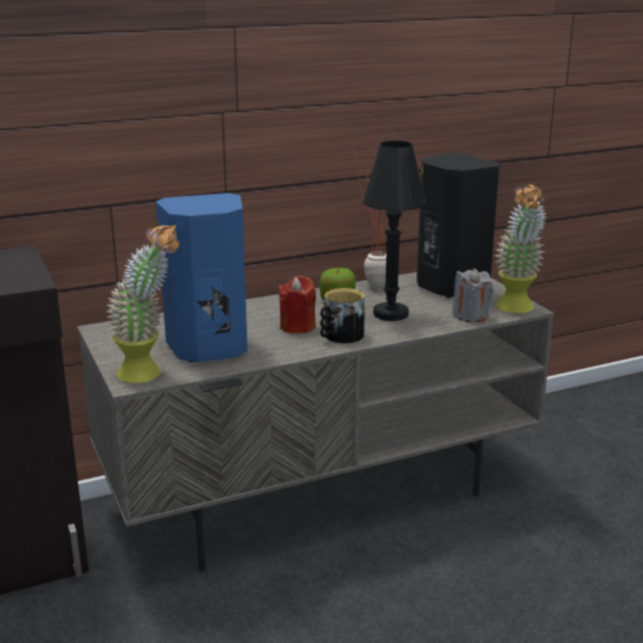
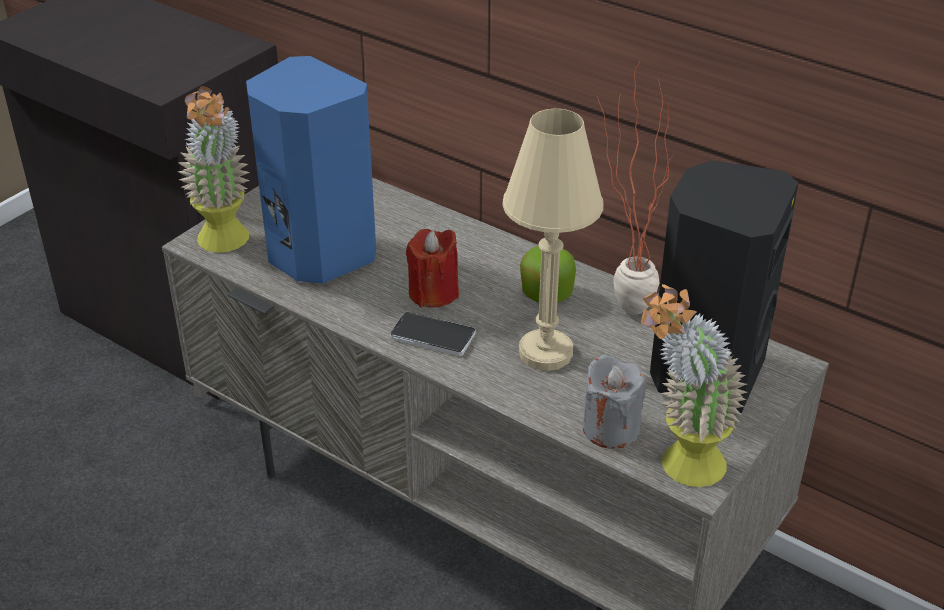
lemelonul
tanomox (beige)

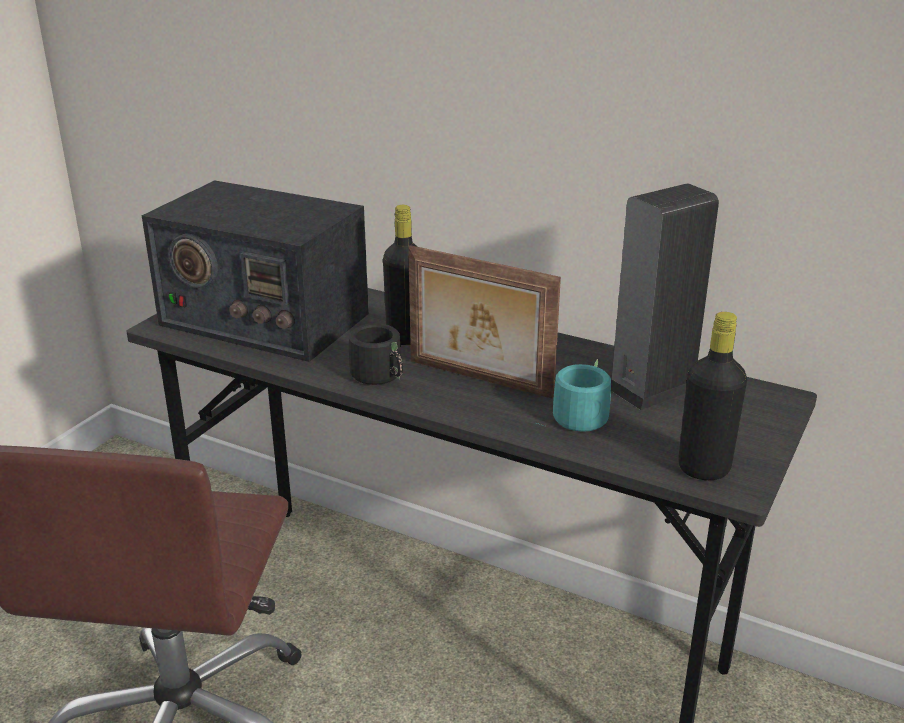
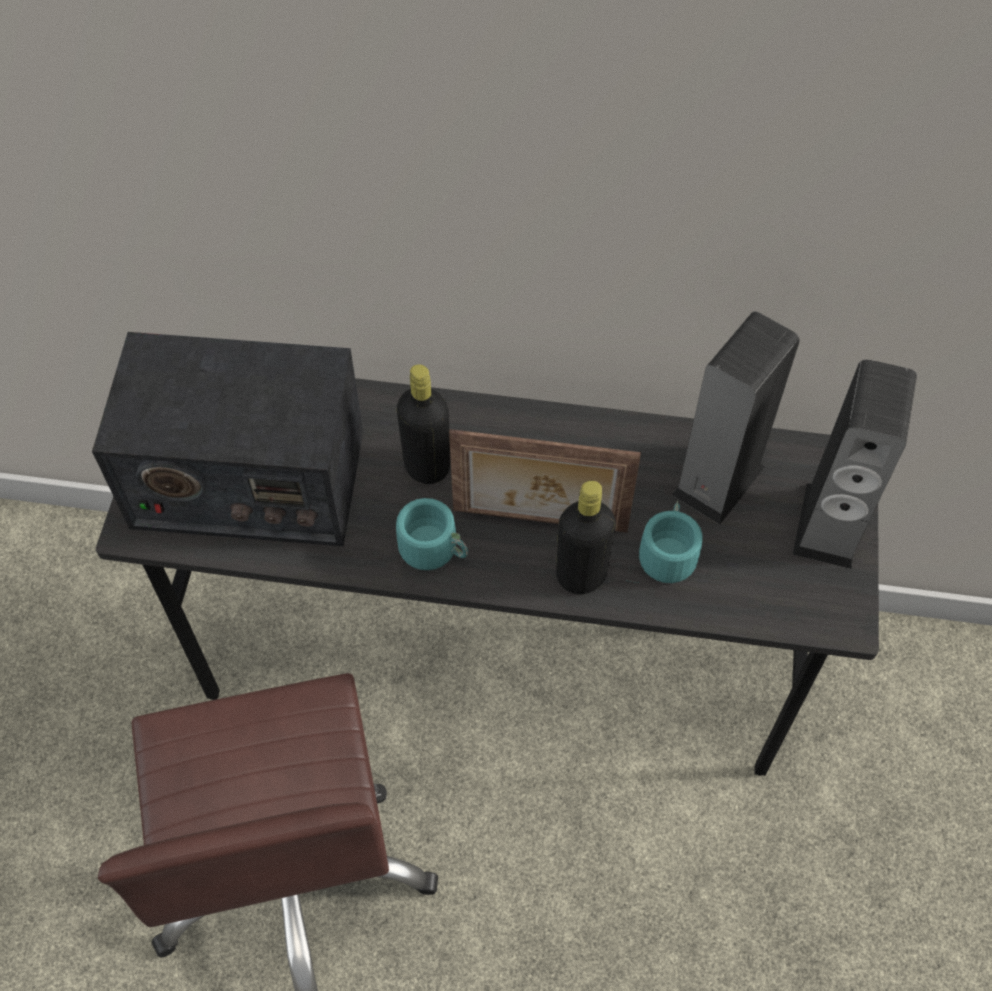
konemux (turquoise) (no. 1 from left)
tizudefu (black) (no. 2 from left)
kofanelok (no. 2 from left)

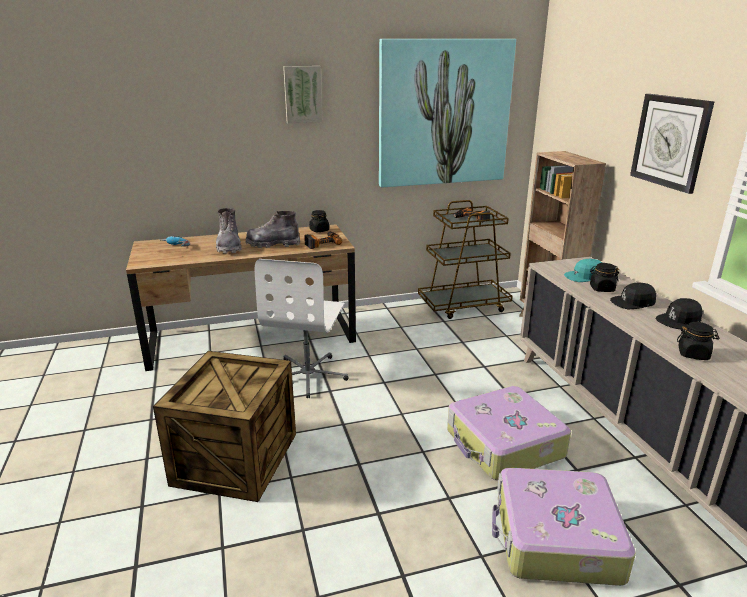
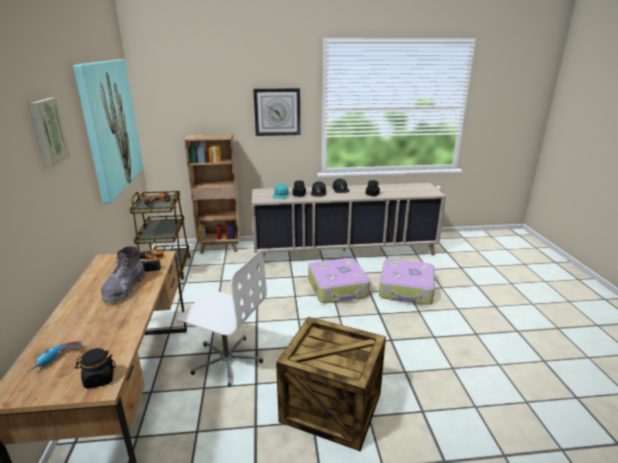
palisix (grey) (no. 1 from left in the first image)
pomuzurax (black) (no. 1 from left)

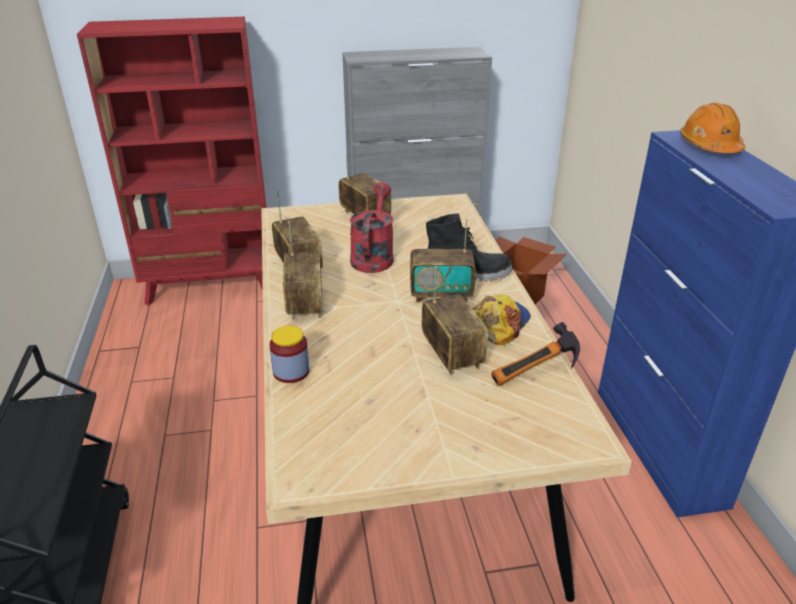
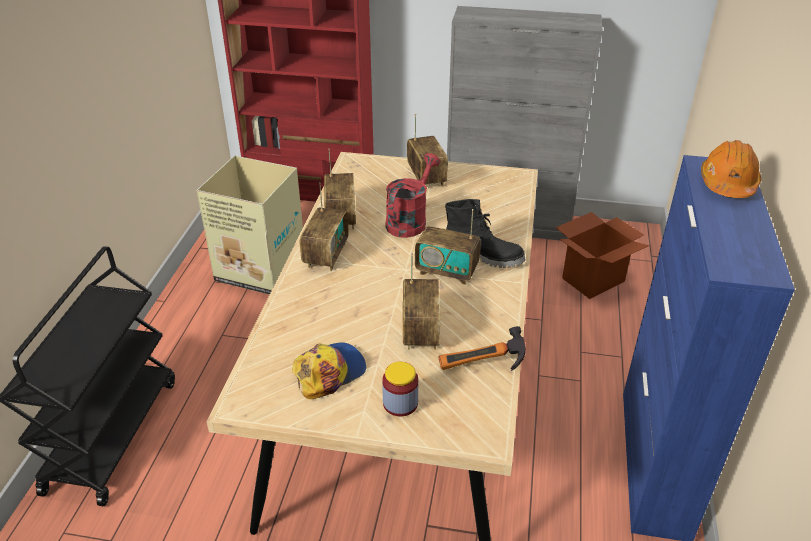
pomuzurax
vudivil
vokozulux (no. 1 from left)

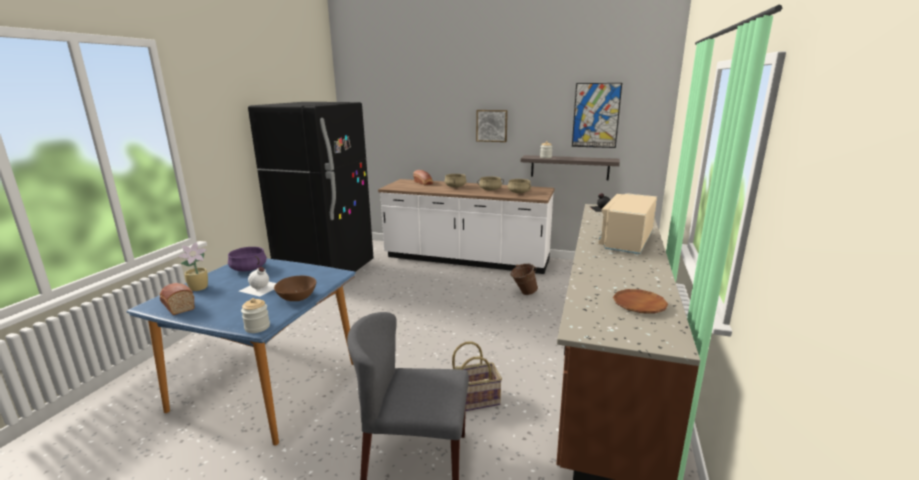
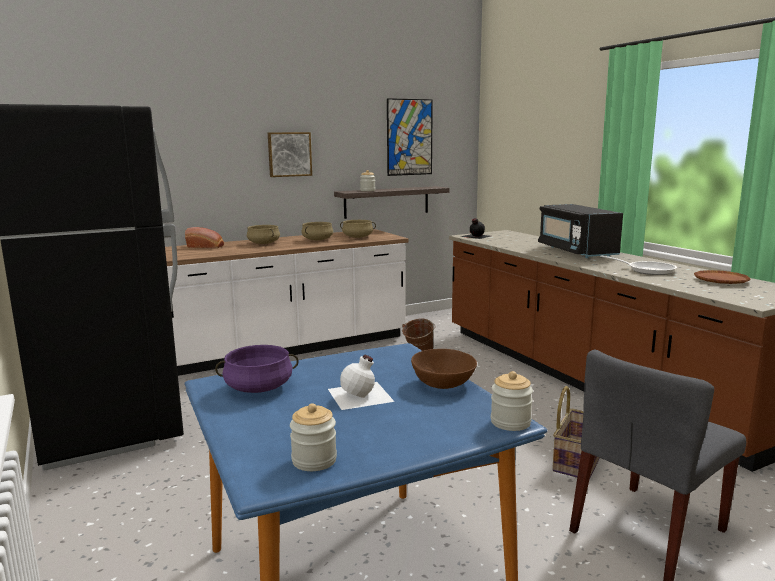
pomuzurax (no. 1 from left)
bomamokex
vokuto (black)
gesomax

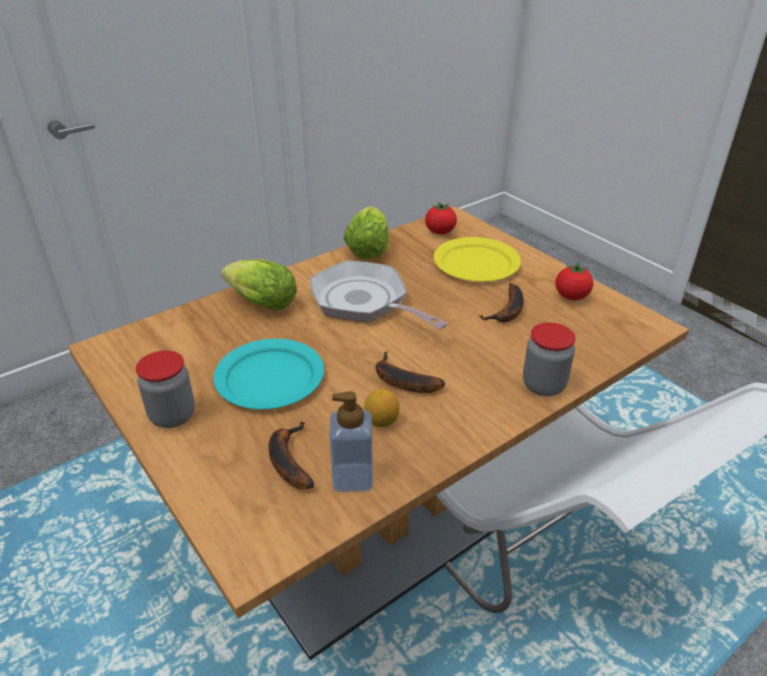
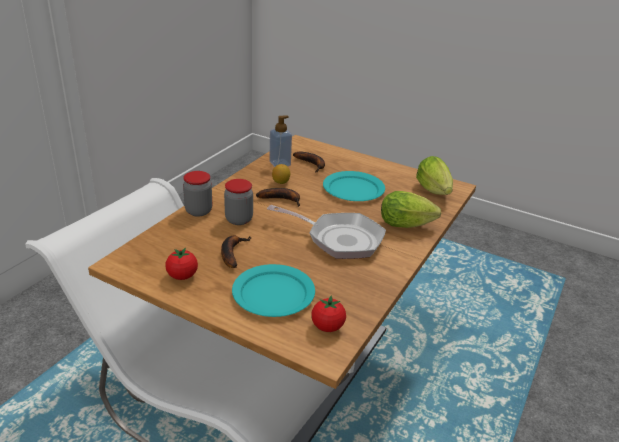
pomuzurax (no. 2 from left)
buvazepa (no. 2 from left)
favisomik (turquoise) (no. 1 from left)

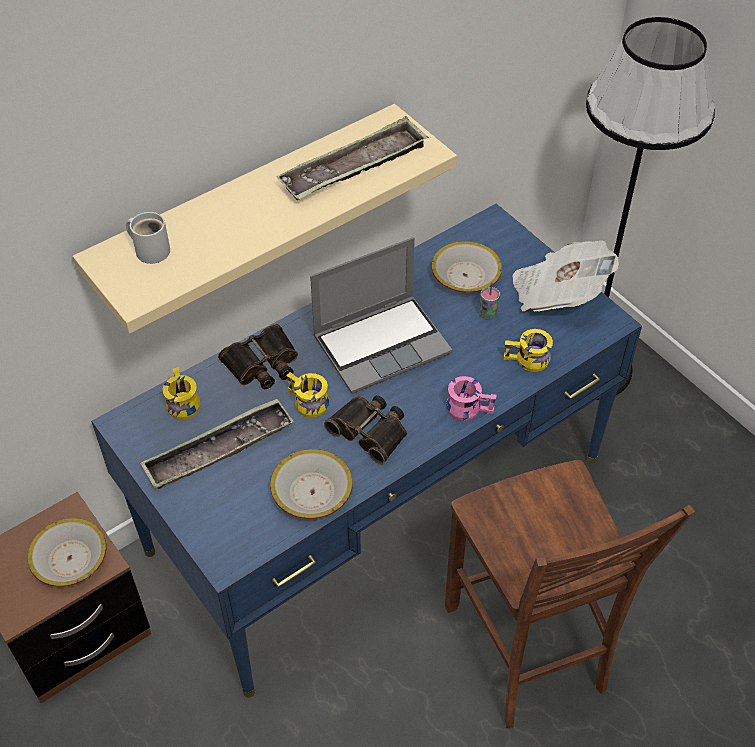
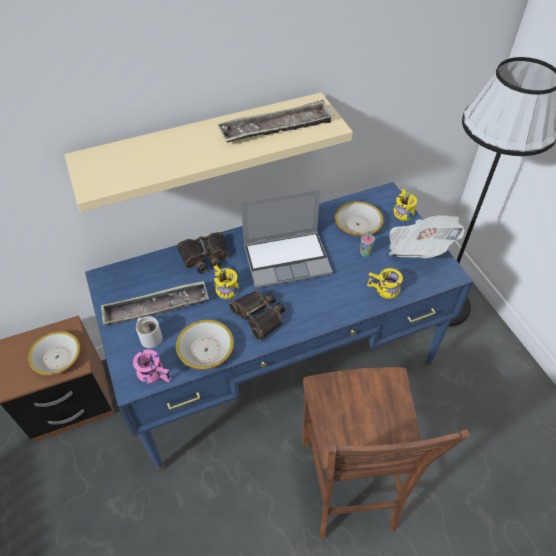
konemux (white)
konemux (yellow) (no. 3 from left)
konemux (pink)

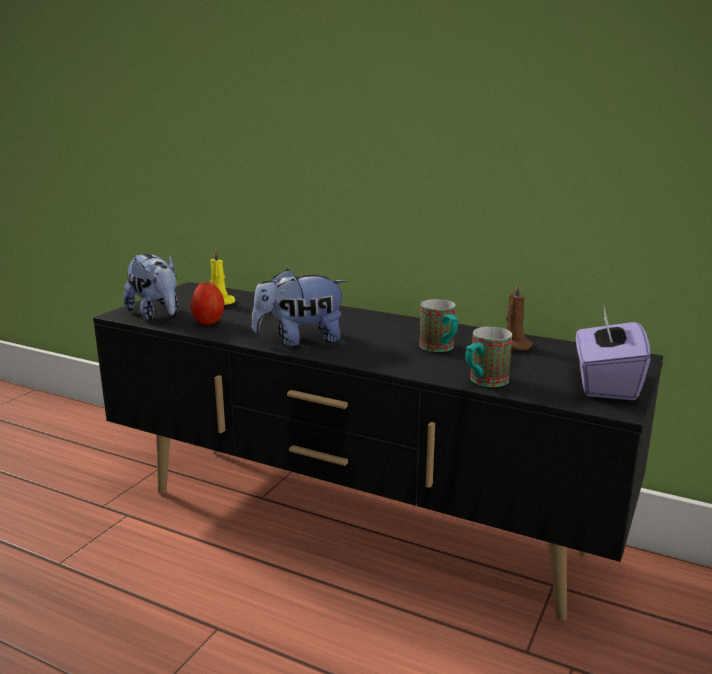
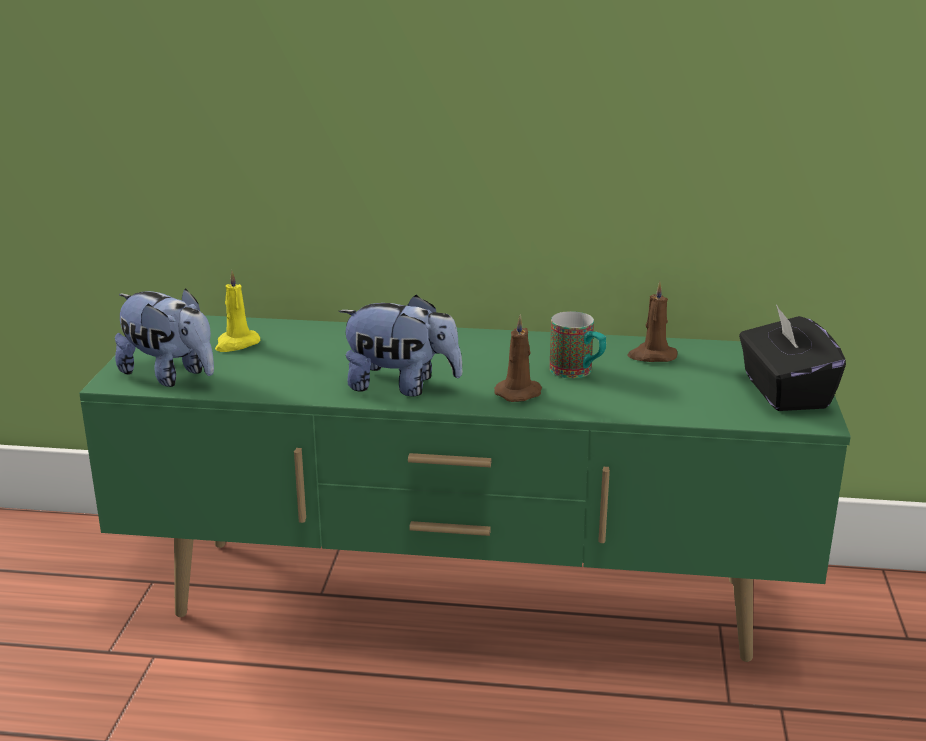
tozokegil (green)
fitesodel
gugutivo (no. 2 from left)
konemux (no. 2 from left in the first image)
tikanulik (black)
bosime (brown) (no. 1 from left)

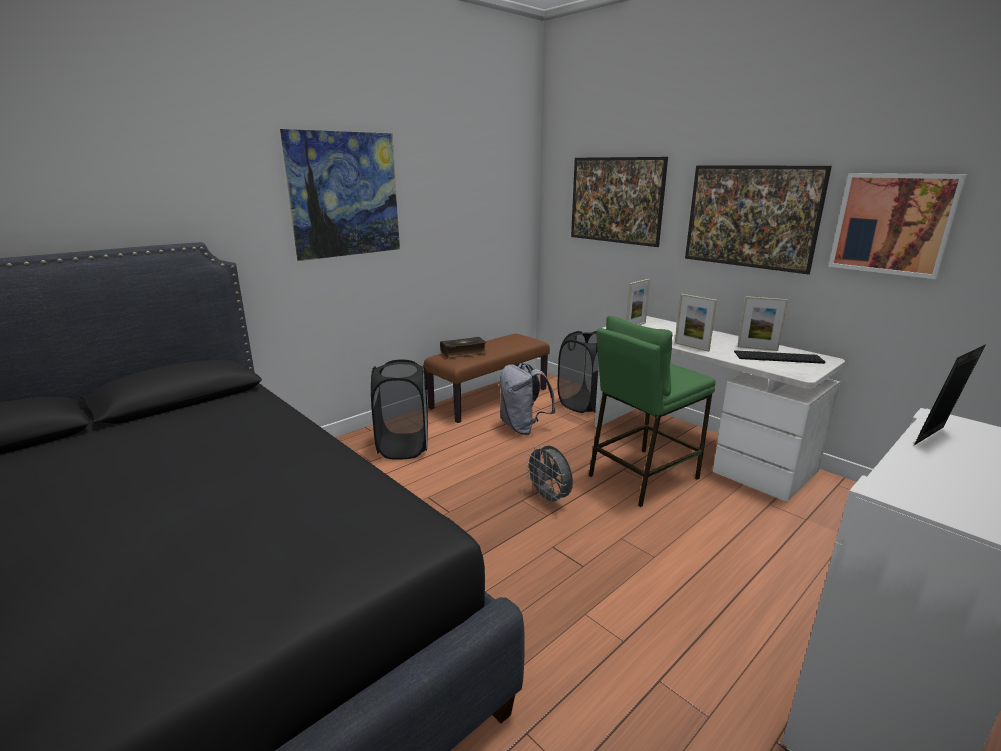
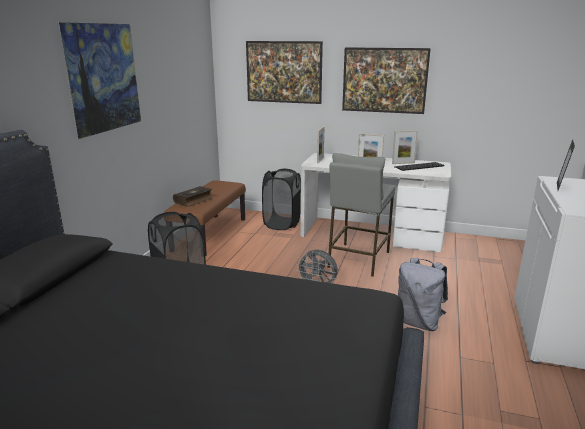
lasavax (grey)
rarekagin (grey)
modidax (no. 4 from left in the first image)

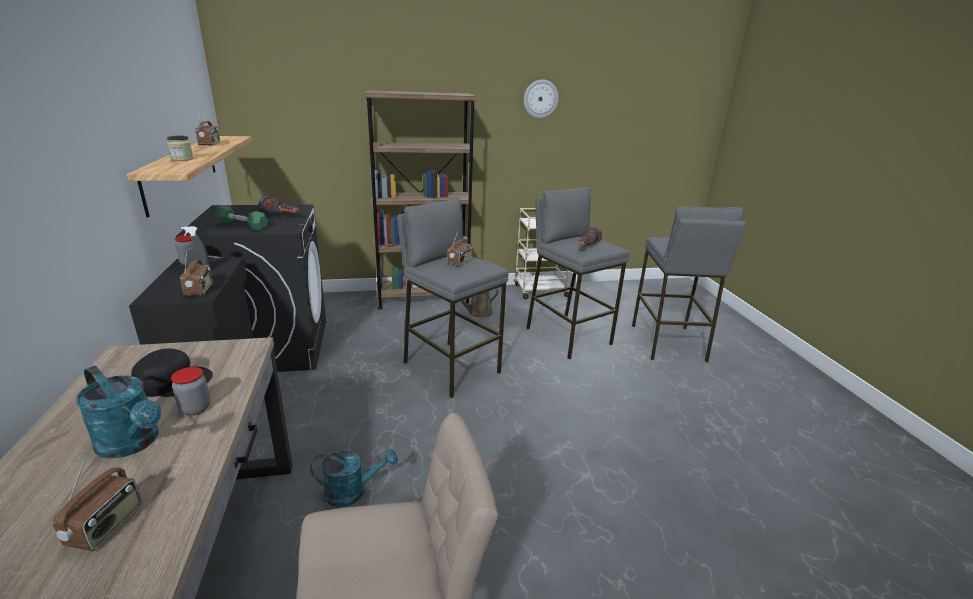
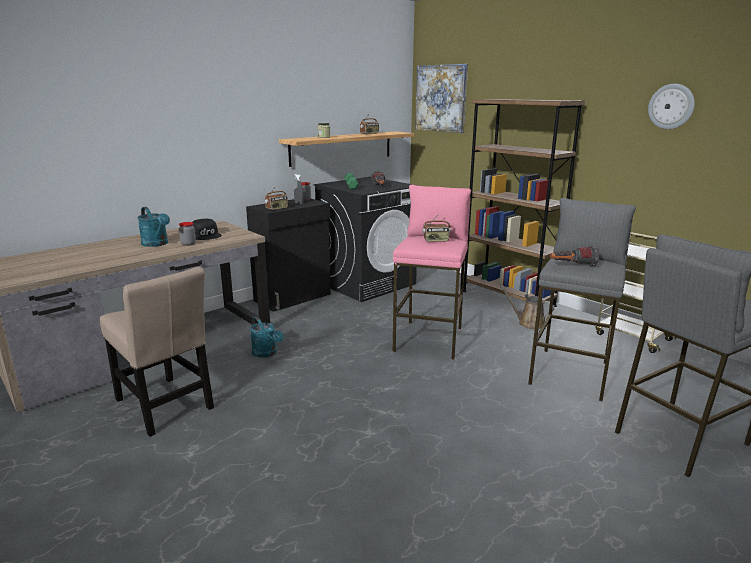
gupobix (no. 1 from left in the first image)
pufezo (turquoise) (no. 1 from left)
rarekagin (pink)
modidax

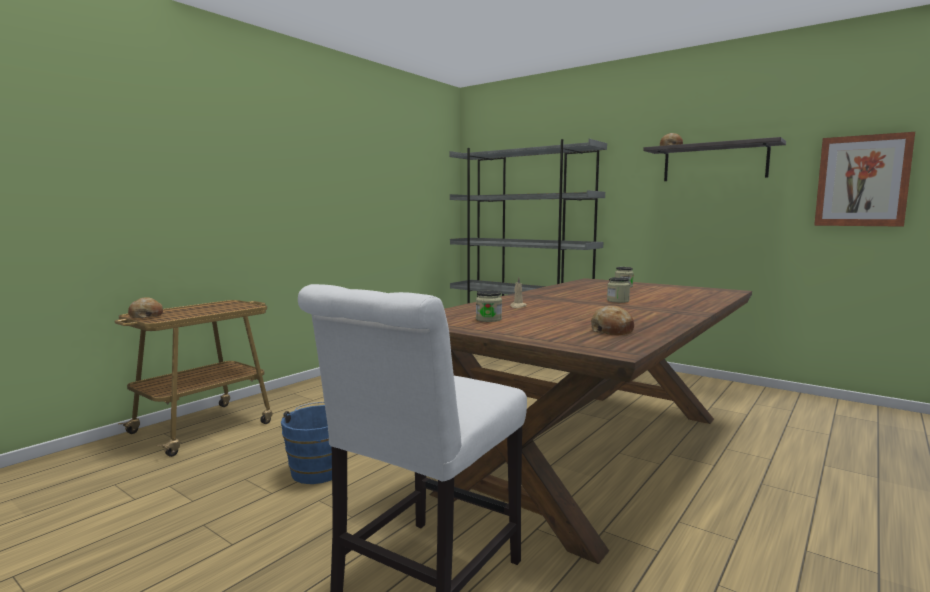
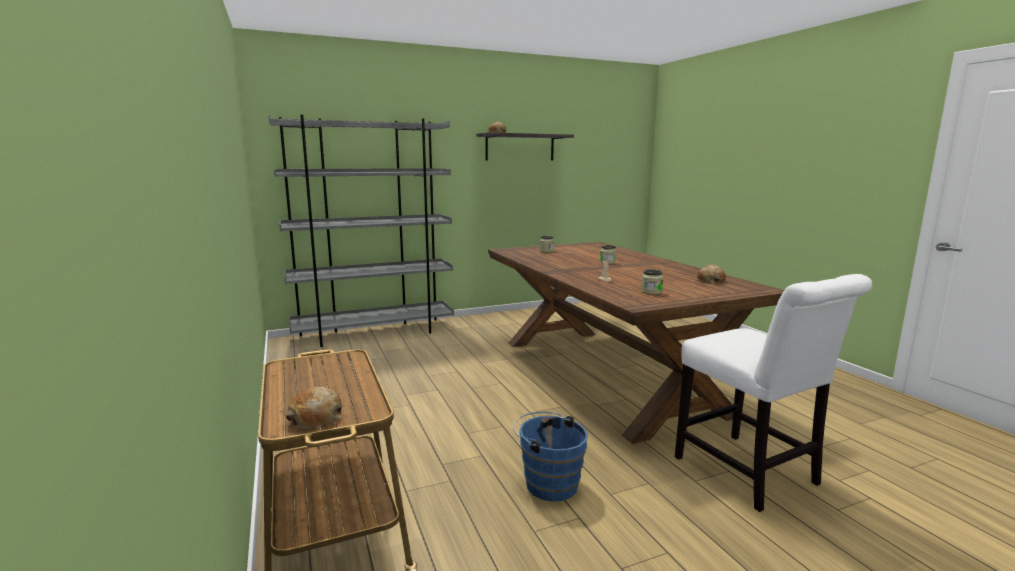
modidax

